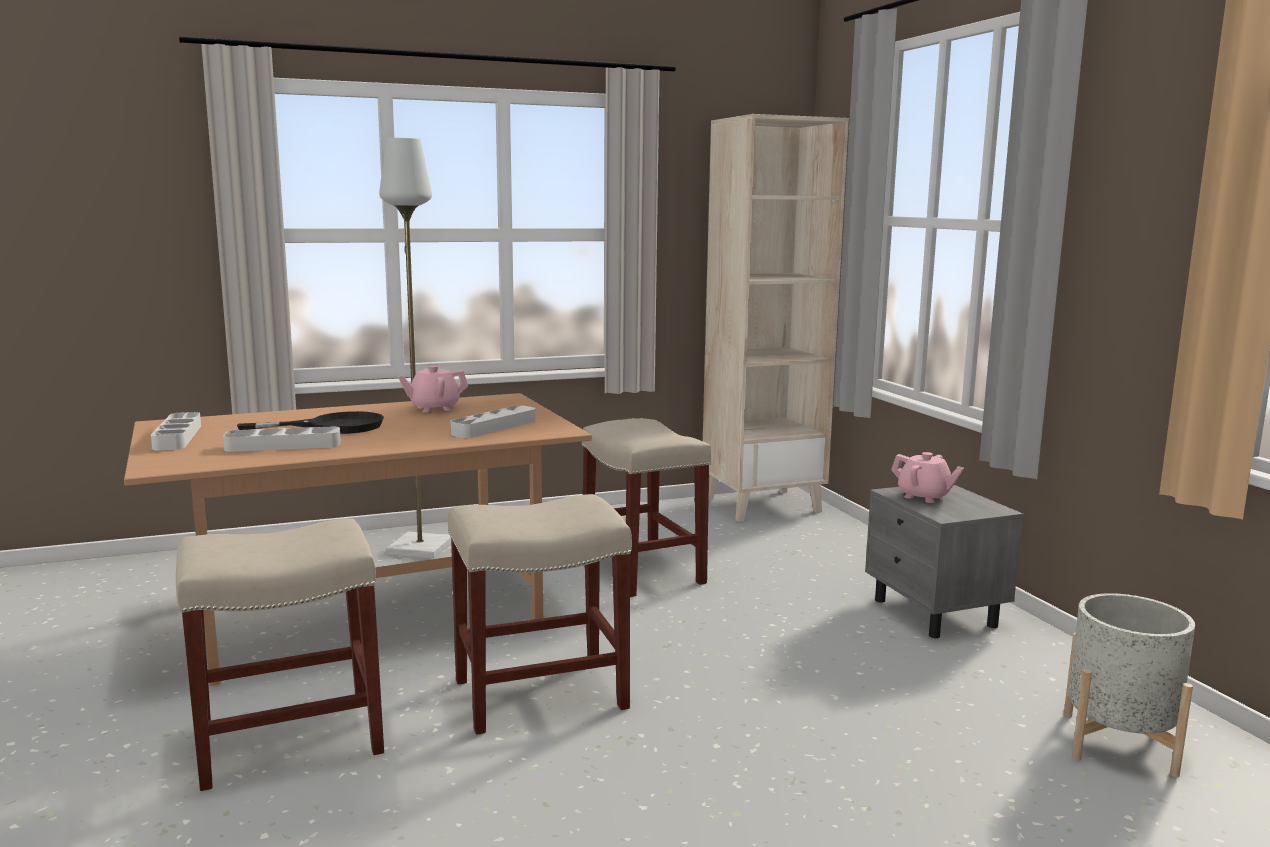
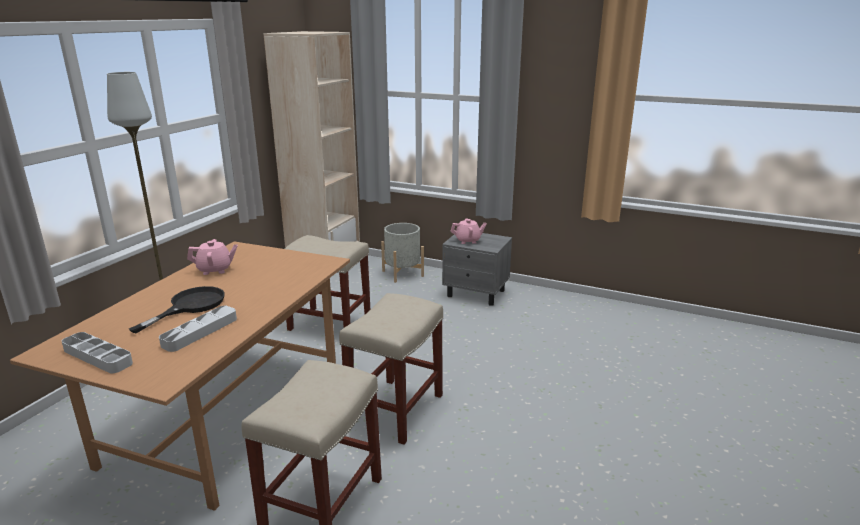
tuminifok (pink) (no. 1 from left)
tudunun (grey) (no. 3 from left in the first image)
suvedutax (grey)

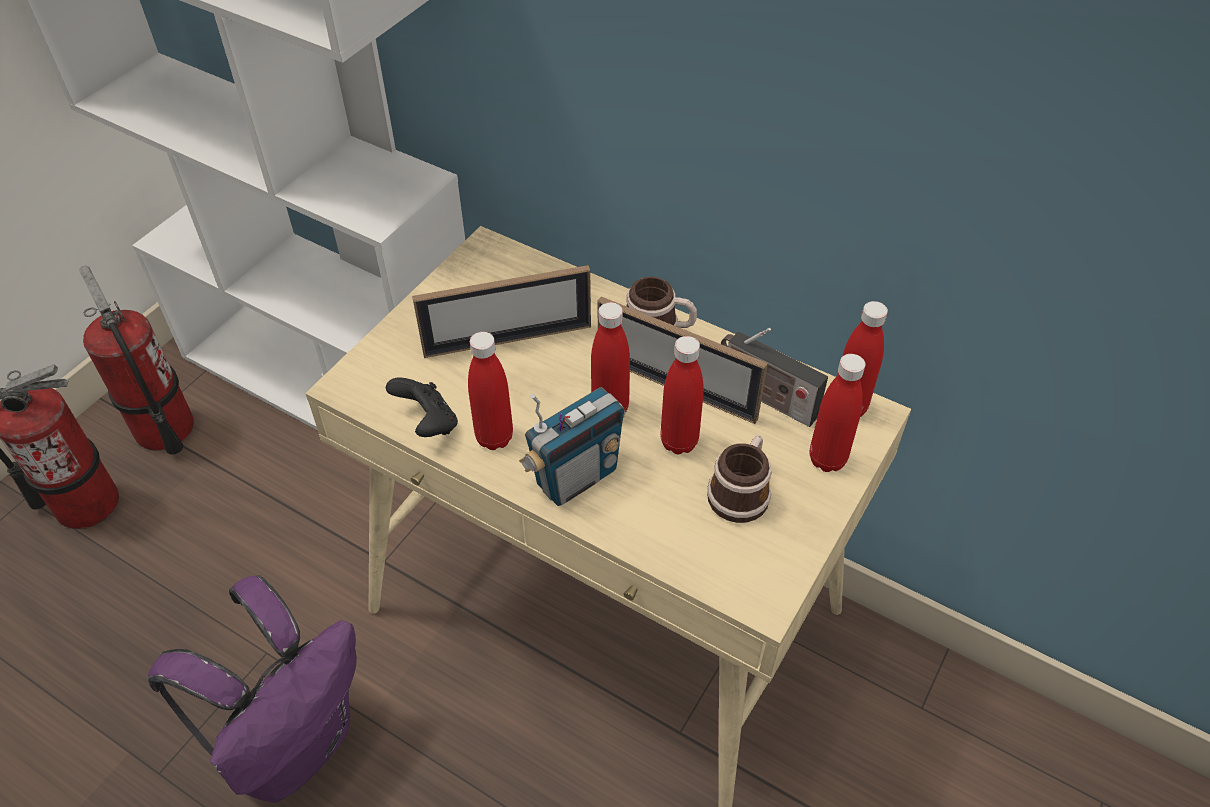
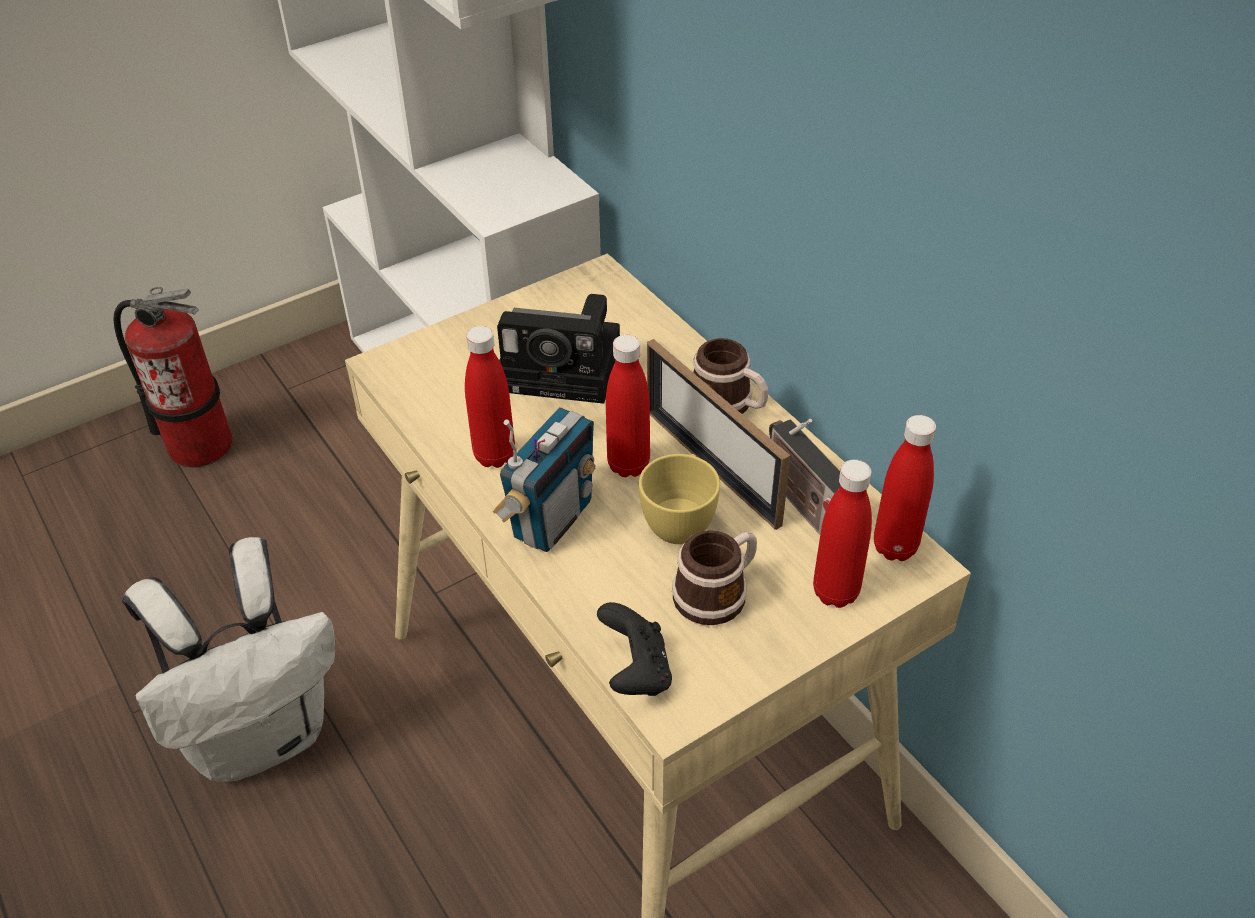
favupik (no. 2 from left in the first image)
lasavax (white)
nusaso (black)
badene
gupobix (no. 1 from left)
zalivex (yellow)

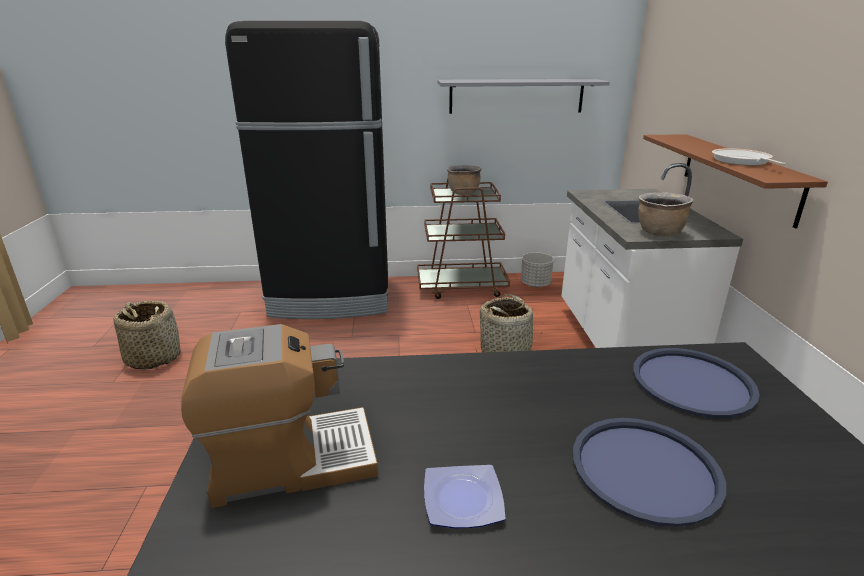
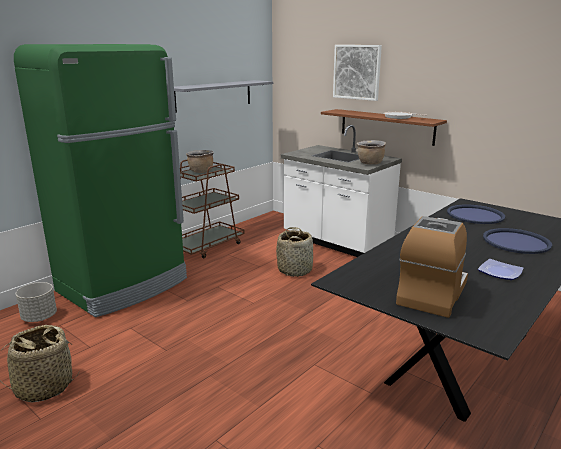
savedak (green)
suvedutax (grey)
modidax

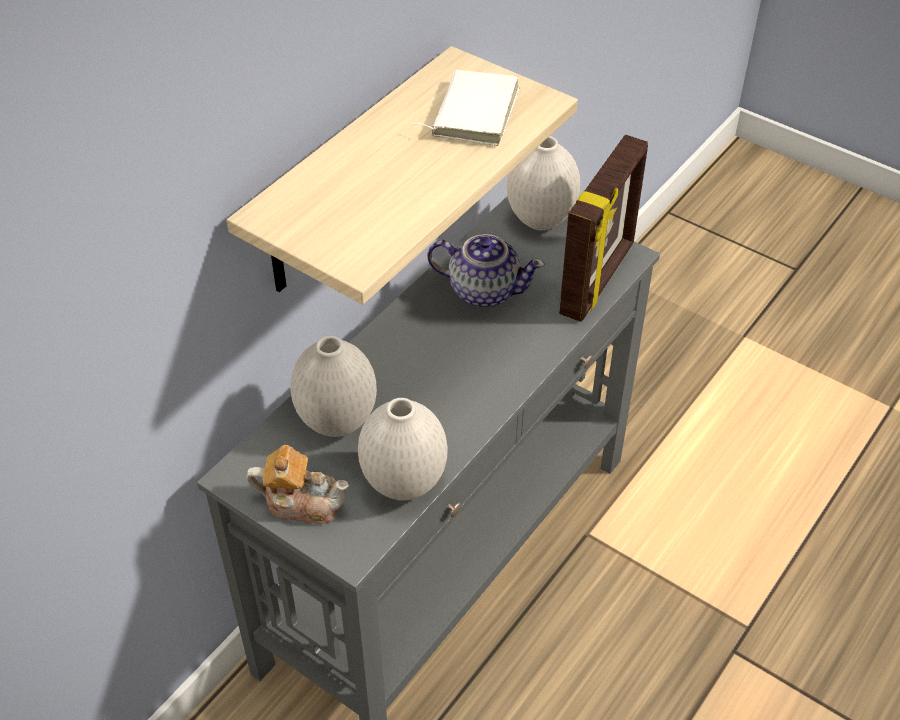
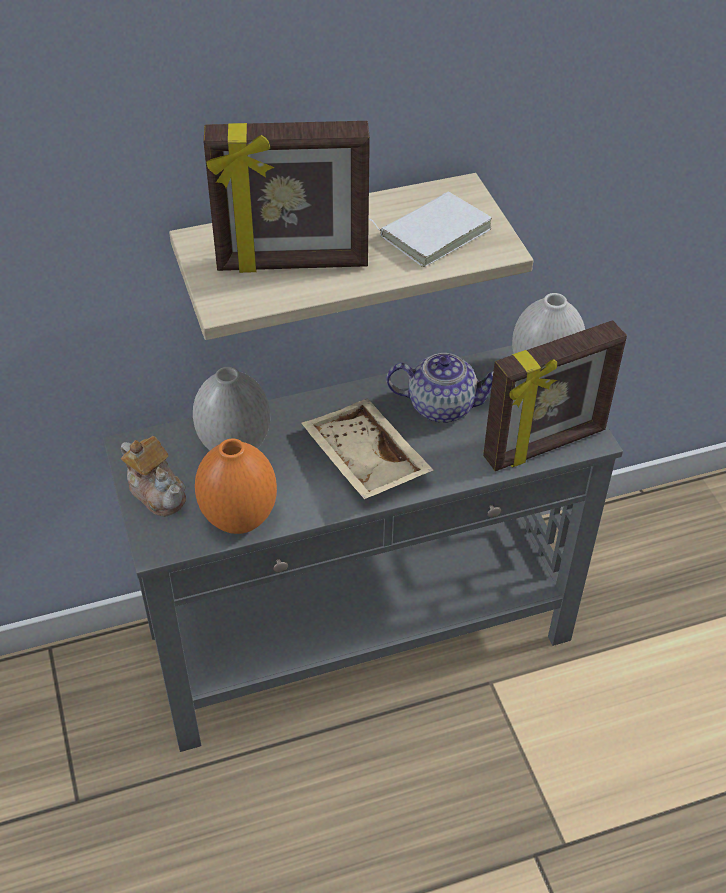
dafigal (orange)
tuminifok (no. 2 from left)
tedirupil (no. 1 from left)
tudunun (beige)

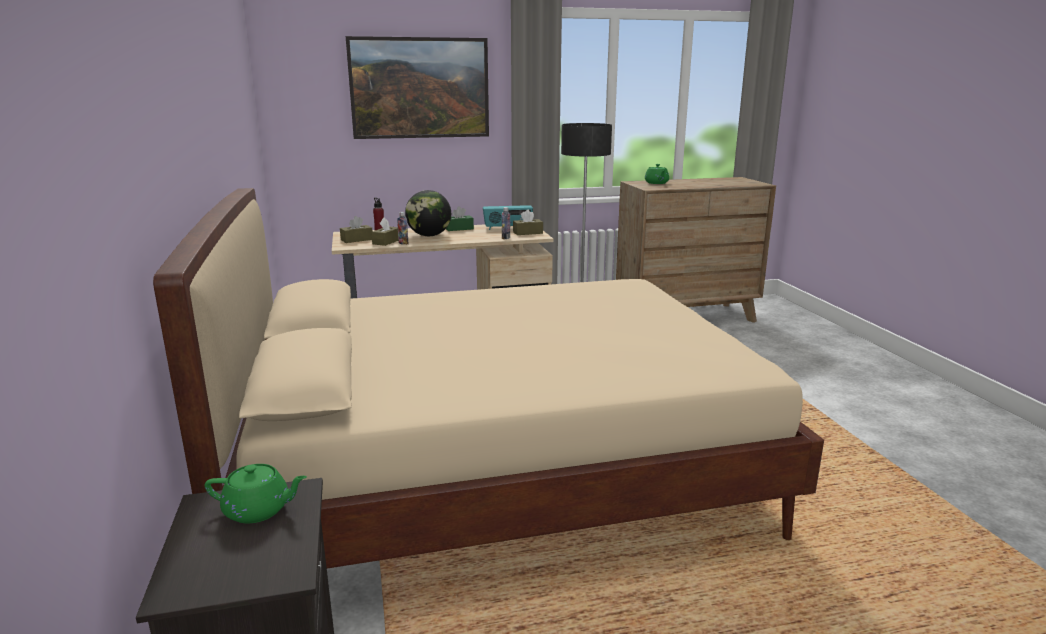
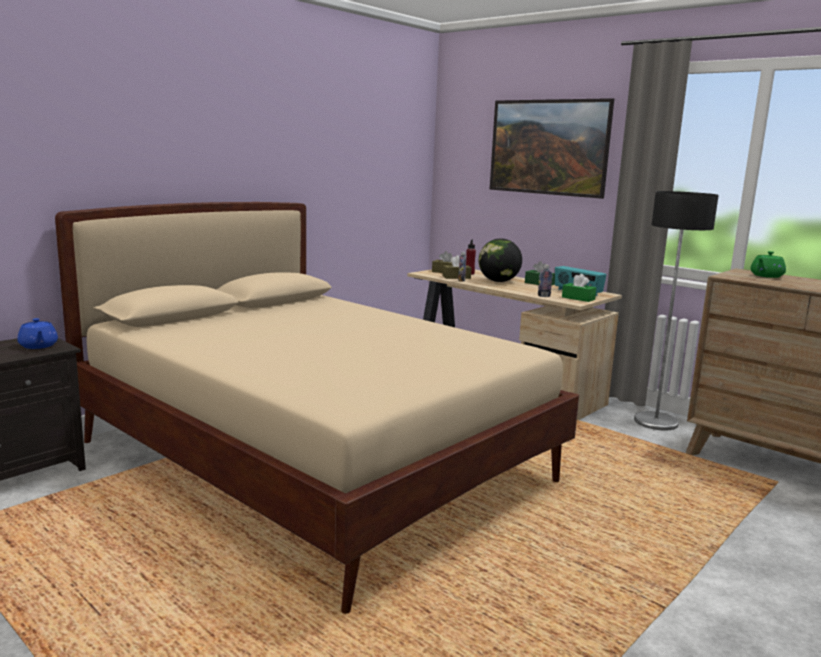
tuminifok (blue)
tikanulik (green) (no. 2 from left)

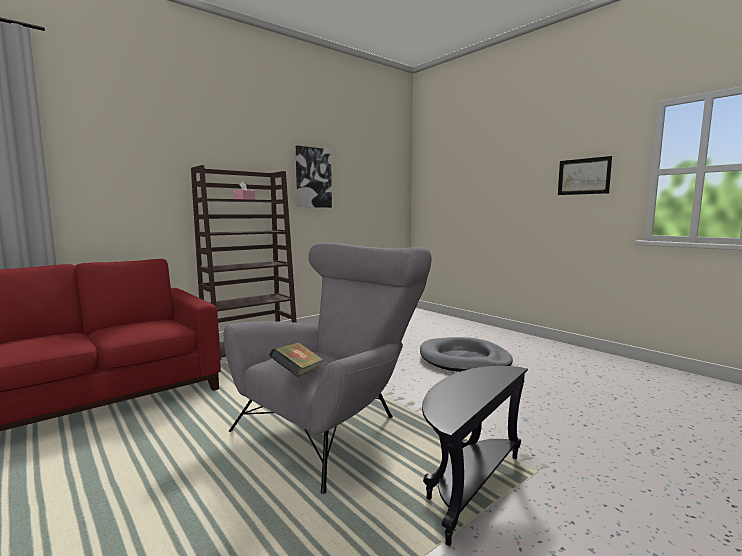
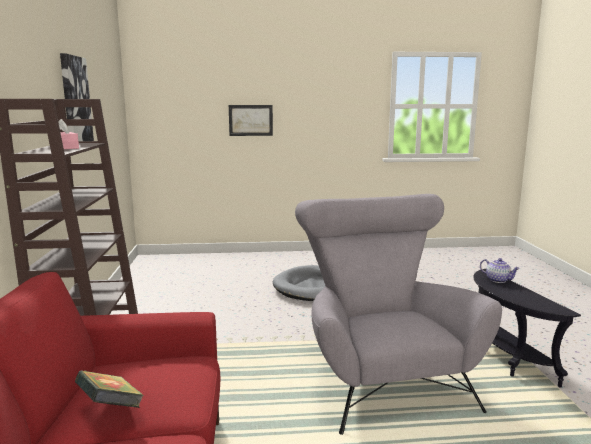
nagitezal
modidax (no. 2 from left)
tuminifok

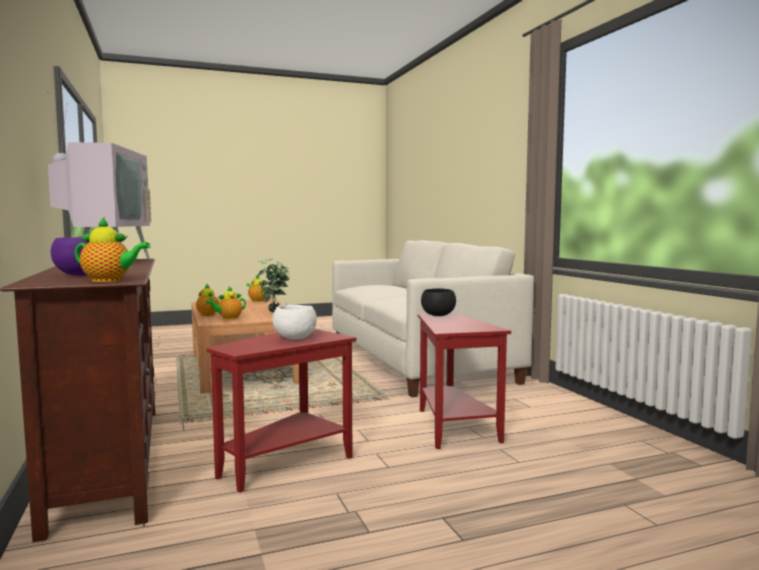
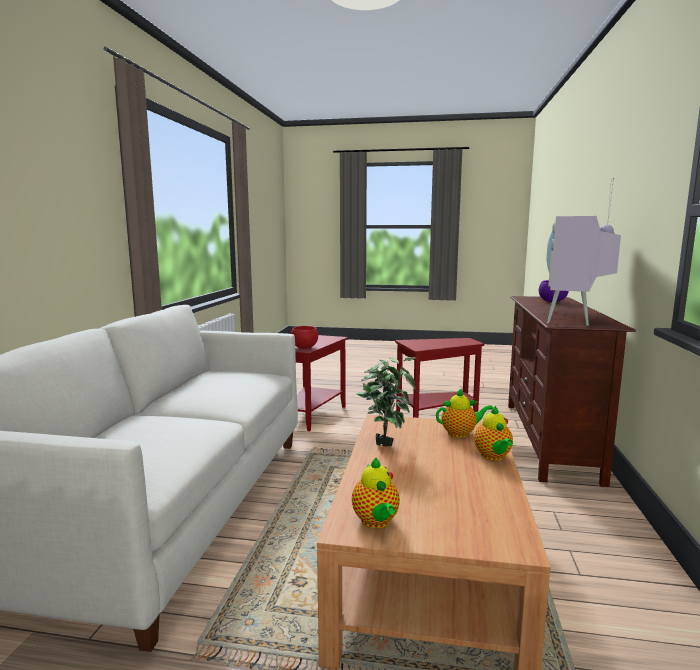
tuminifok (no. 1 from left in the first image)
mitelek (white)
mitelek (red)

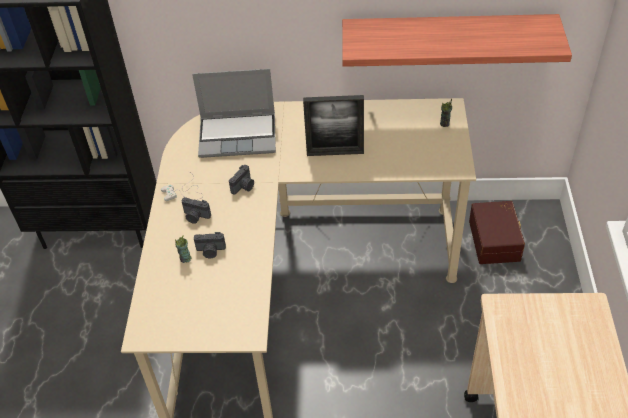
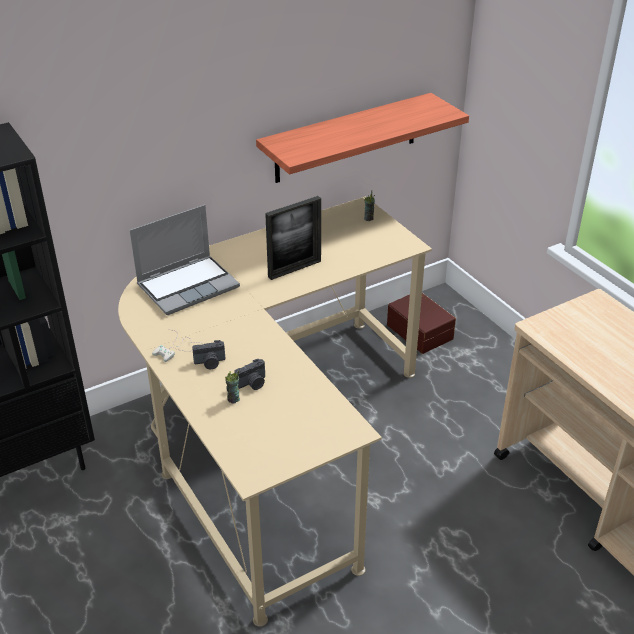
badene (no. 3 from left in the first image)

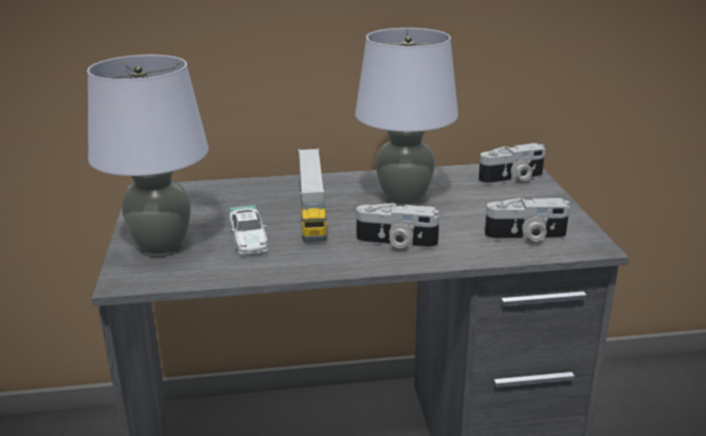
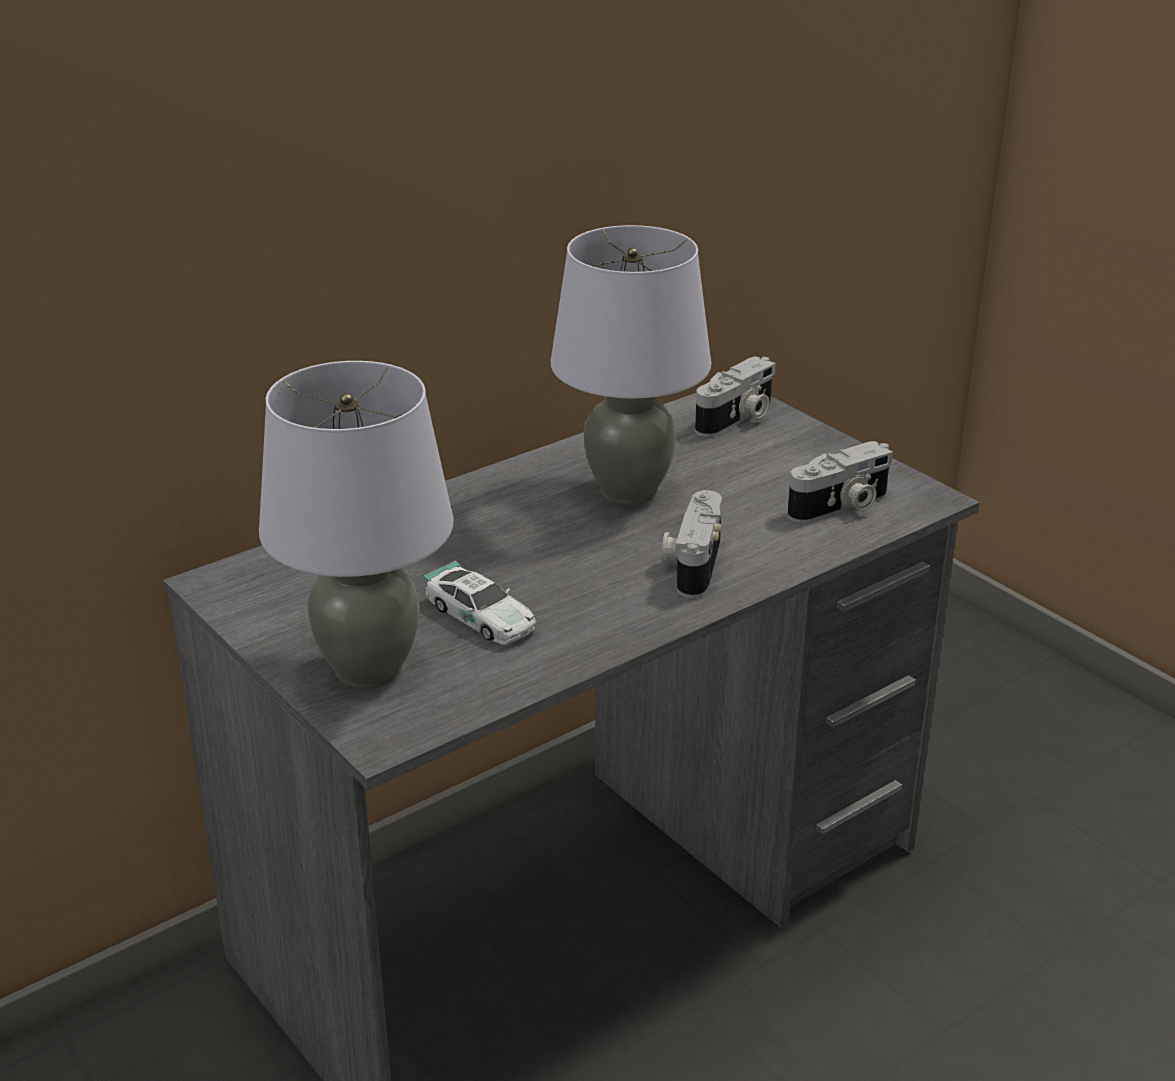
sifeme
badene (no. 1 from left)

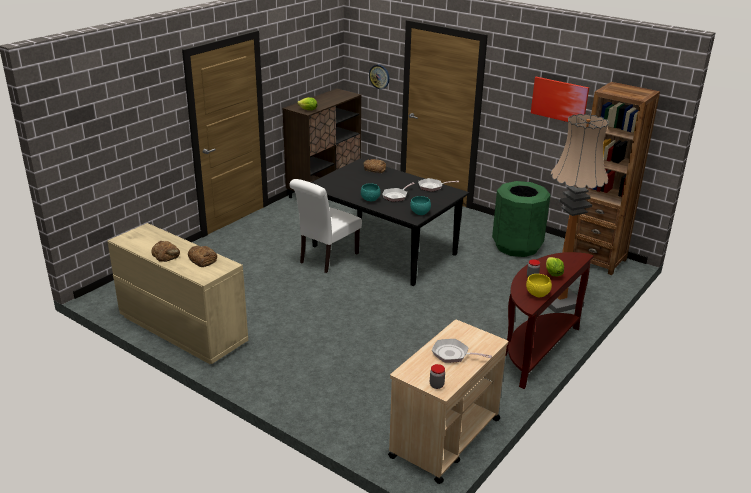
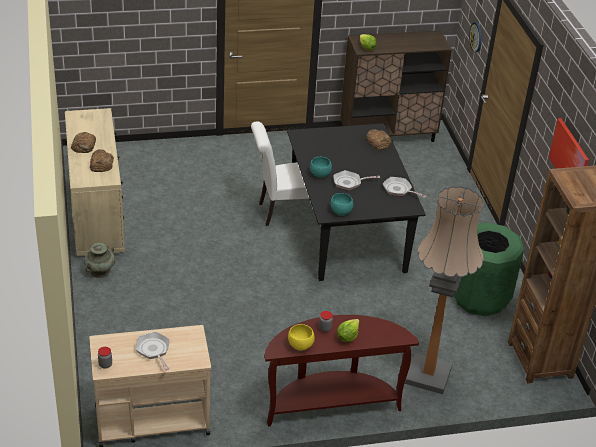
dafigal (turquoise)

